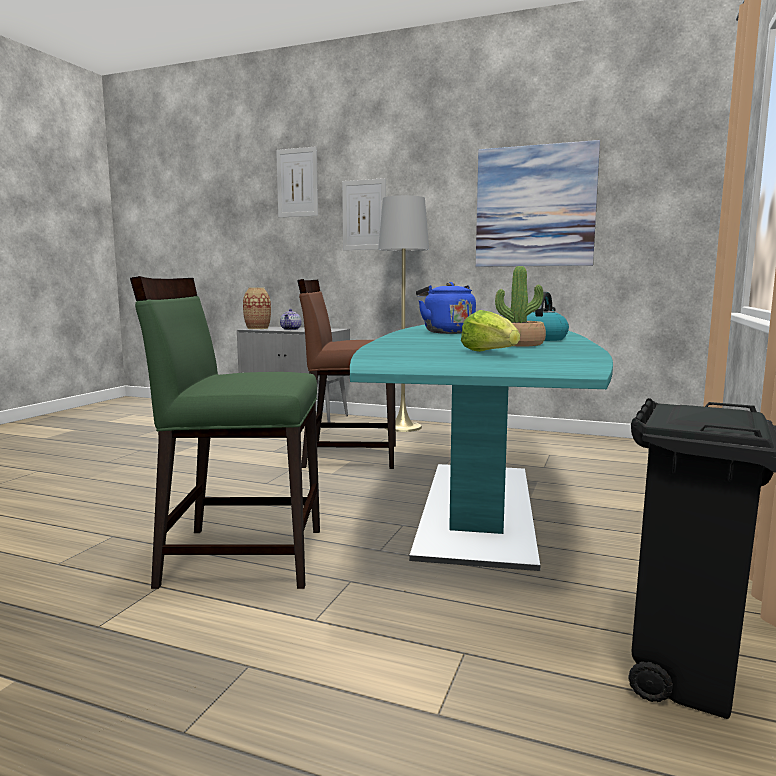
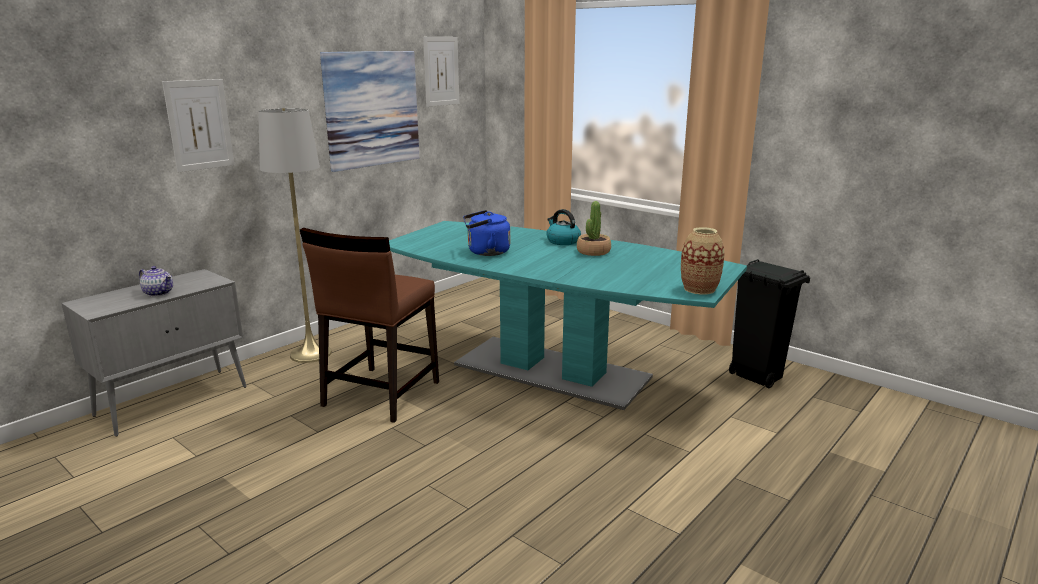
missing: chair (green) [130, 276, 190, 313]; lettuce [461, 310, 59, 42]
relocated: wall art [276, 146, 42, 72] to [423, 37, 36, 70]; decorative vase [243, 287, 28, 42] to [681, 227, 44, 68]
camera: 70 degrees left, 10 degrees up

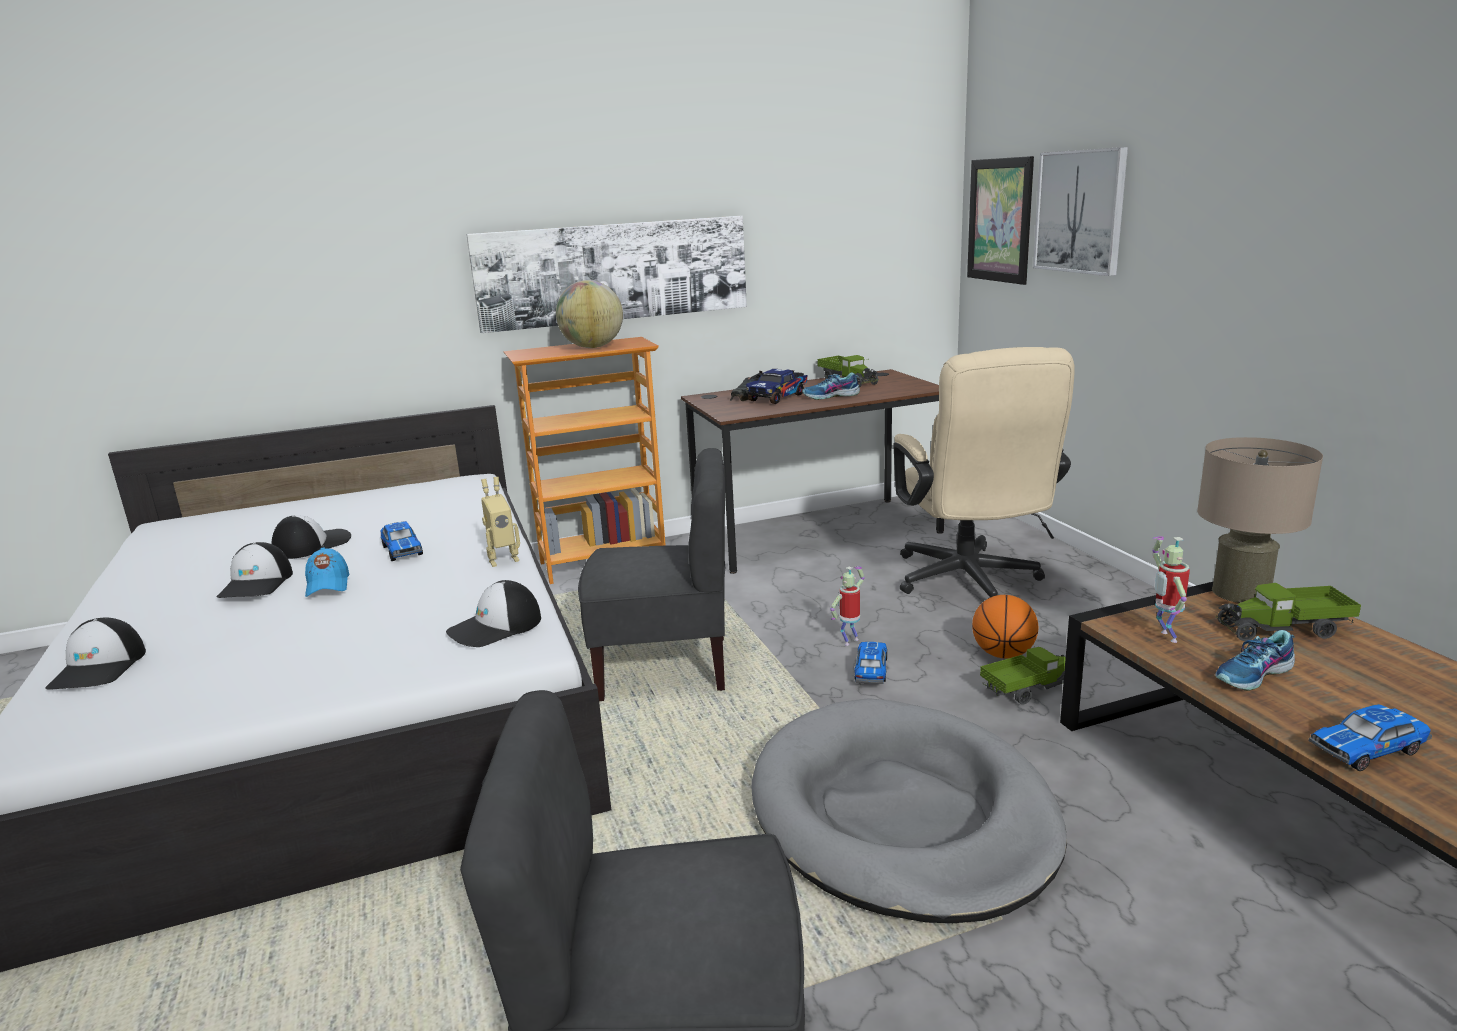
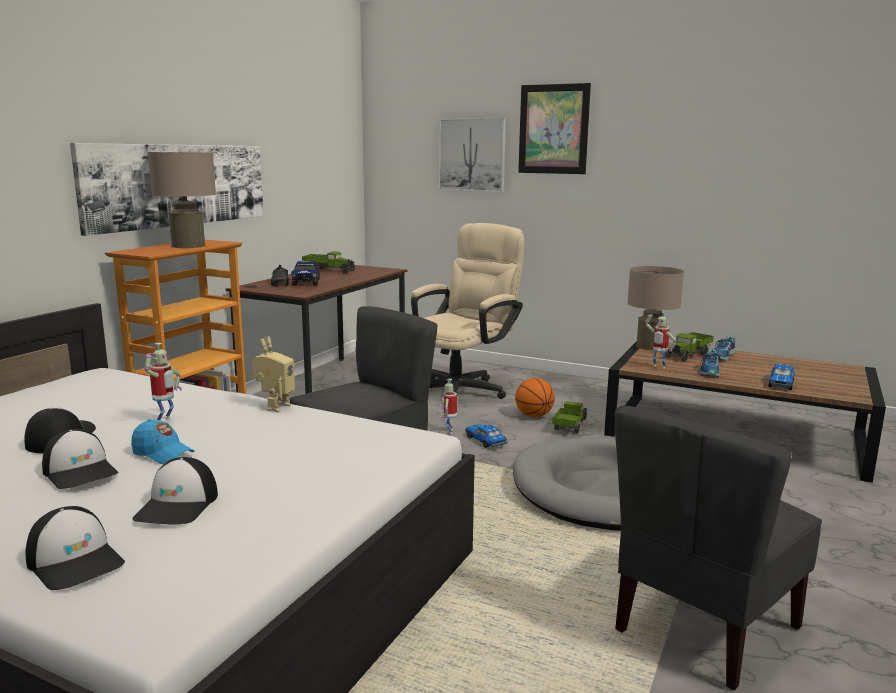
relocated: cap [446, 580, 95, 67] to [133, 457, 85, 68]; wall art [967, 156, 67, 129] to [518, 83, 73, 91]; item of footwear [802, 372, 58, 28] to [715, 336, 21, 25]
exchanged: model car [380, 521, 43, 40] to model robot [144, 343, 38, 77]; desk globe [556, 280, 67, 68] to tabletop lamp (beige) [148, 152, 68, 96]
spun: desk chair (beige) [893, 347, 182, 252] = [411, 223, 114, 176] 90 degrees counterclockwise
camera: 45 degrees left, 5 degrees down

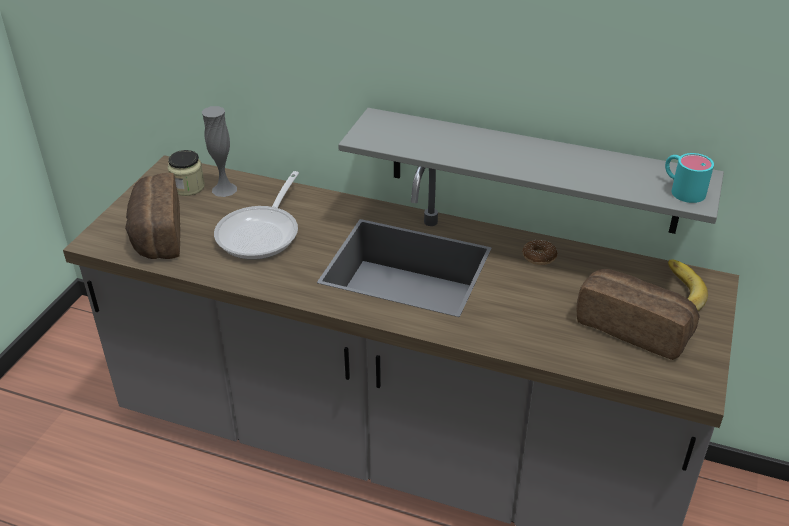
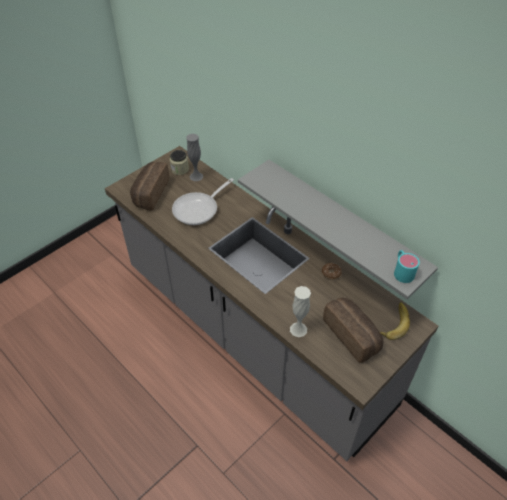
appeared: decorative vase (white-coloured) [290, 286, 21, 51]
camera: 25 degrees right, 10 degrees up

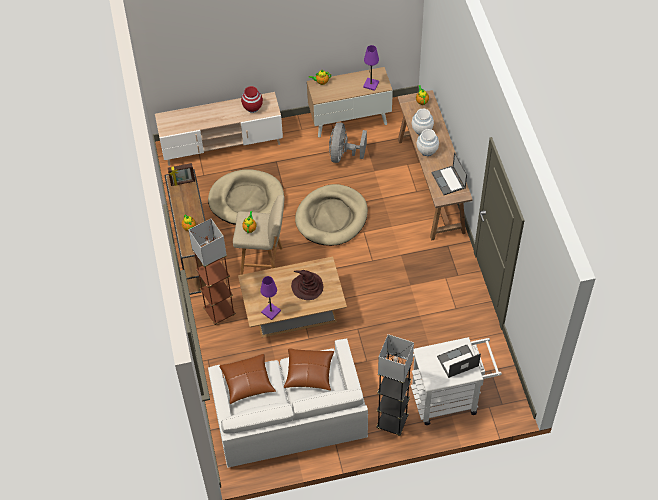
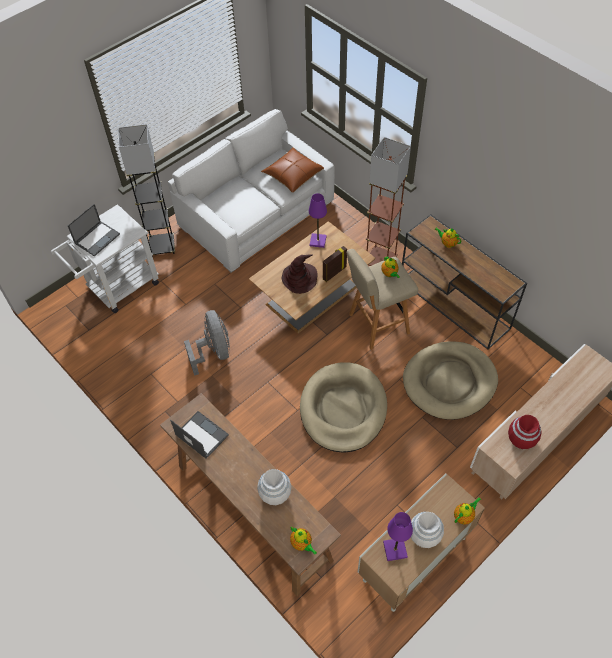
missing: throw pillow (brown) [284, 348, 50, 43]
relocated: electric fan (gray) [329, 122, 38, 41] to [184, 310, 46, 66]; photo frame [168, 163, 27, 23] to [323, 246, 24, 36]; decorative vase (white-coloured) [417, 129, 22, 27] to [411, 512, 33, 36]
camera: 150 degrees right, 0 degrees up

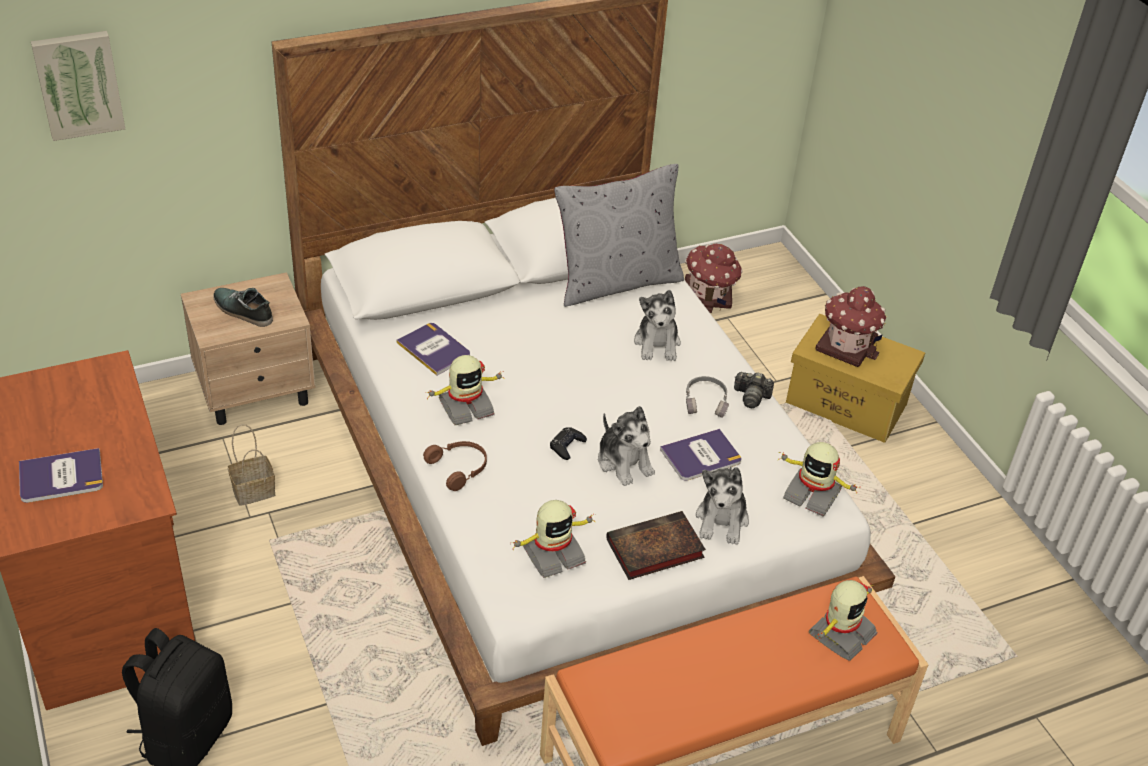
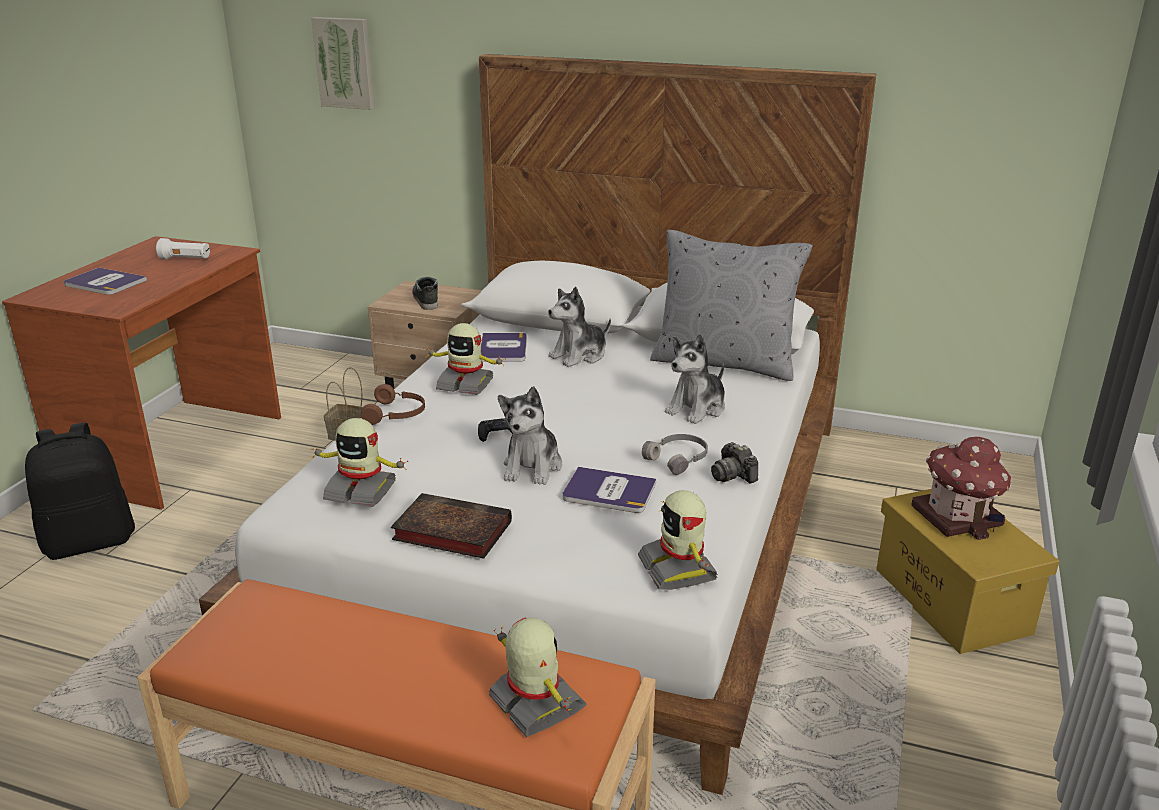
missing: miniature house [685, 244, 58, 69]
appeared: torch (white-coloured) [156, 238, 54, 21]
relocated: cuddly toy [696, 466, 53, 79] to [548, 287, 63, 80]
spun: model robot [809, 580, 68, 81] = [489, 617, 97, 120] 120 degrees counterclockwise
camera: 45 degrees right, 15 degrees down

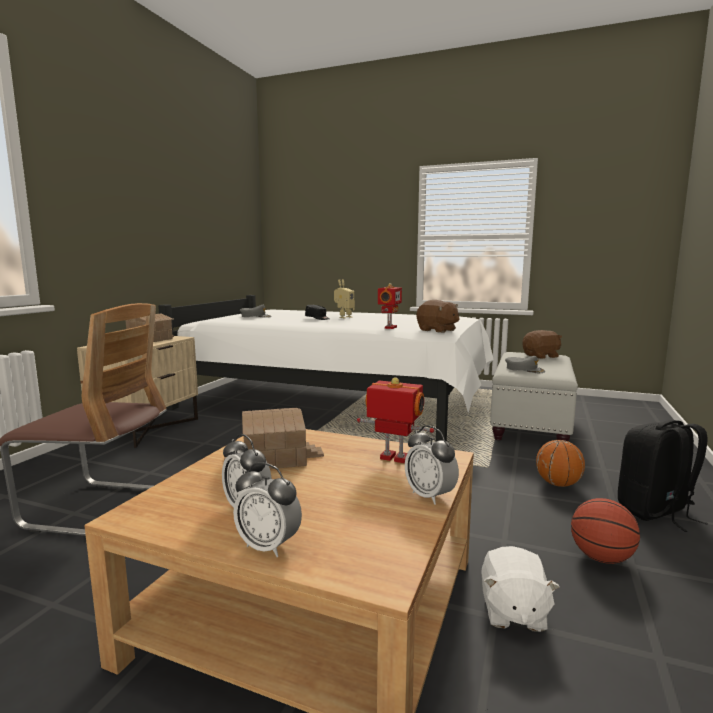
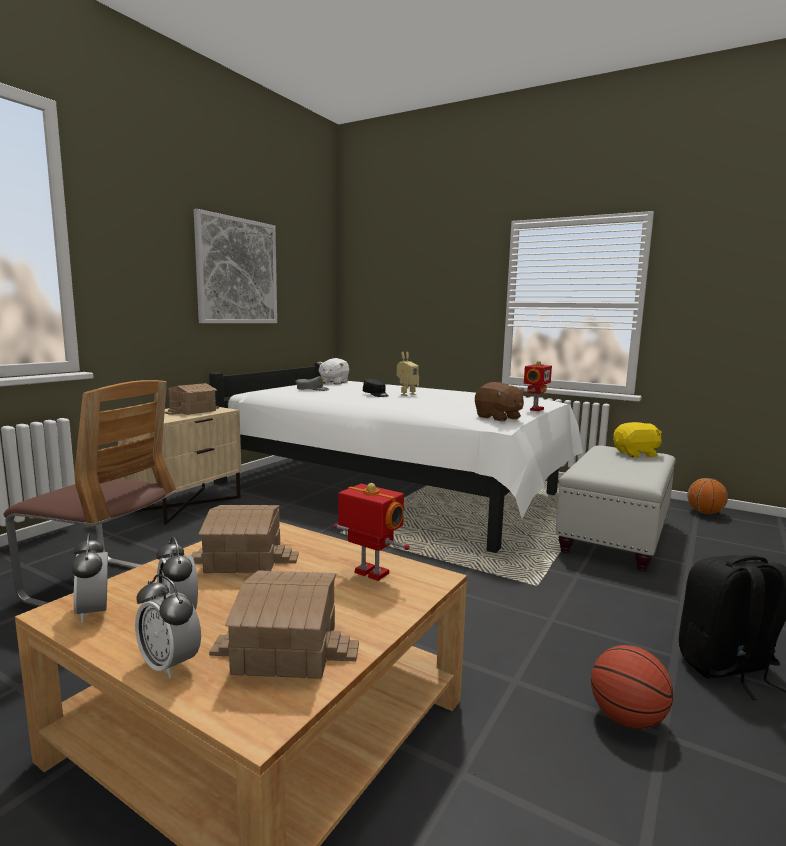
missing: cap (gray) [505, 356, 40, 17]
appeared: wall art [194, 209, 83, 114]; miniature house [209, 570, 150, 109]
relocated: bedside clock [405, 425, 54, 80] to [71, 533, 37, 90]; cuddly toy (white-coloured) [482, 546, 78, 86] to [318, 358, 31, 26]; model robot [378, 283, 24, 46] to [524, 361, 28, 50]; basketball [536, 440, 49, 47] to [687, 478, 41, 36]
colour: cuddly toy (brown) [522, 330, 40, 29] to cuddly toy (yellowish) [613, 422, 49, 35]
camera: 10 degrees right, 0 degrees up

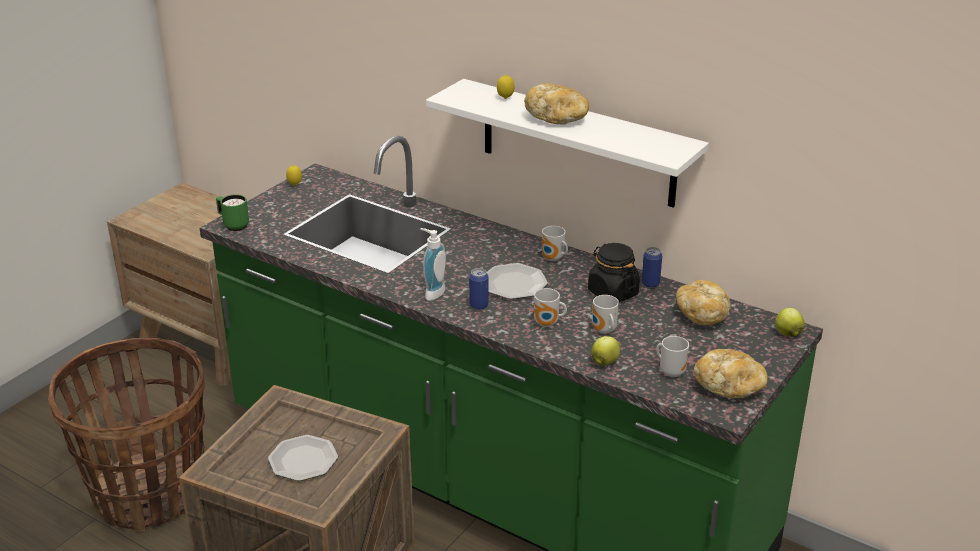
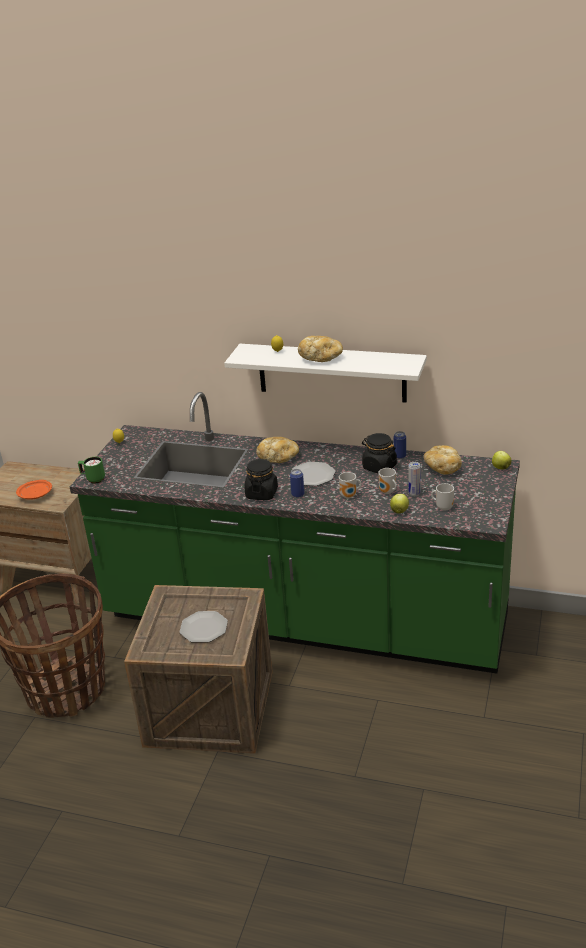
missing: tea mug [542, 226, 26, 35]
appeared: plate (orangey) [16, 480, 36, 20]; can [408, 462, 12, 34]
relocated: bread [694, 349, 74, 49] to [256, 437, 43, 26]
exchanged: liquid soap bottle [420, 228, 26, 73] to preserve jar (black-coloured) [244, 459, 34, 41]
camera: 15 degrees left, 0 degrees up

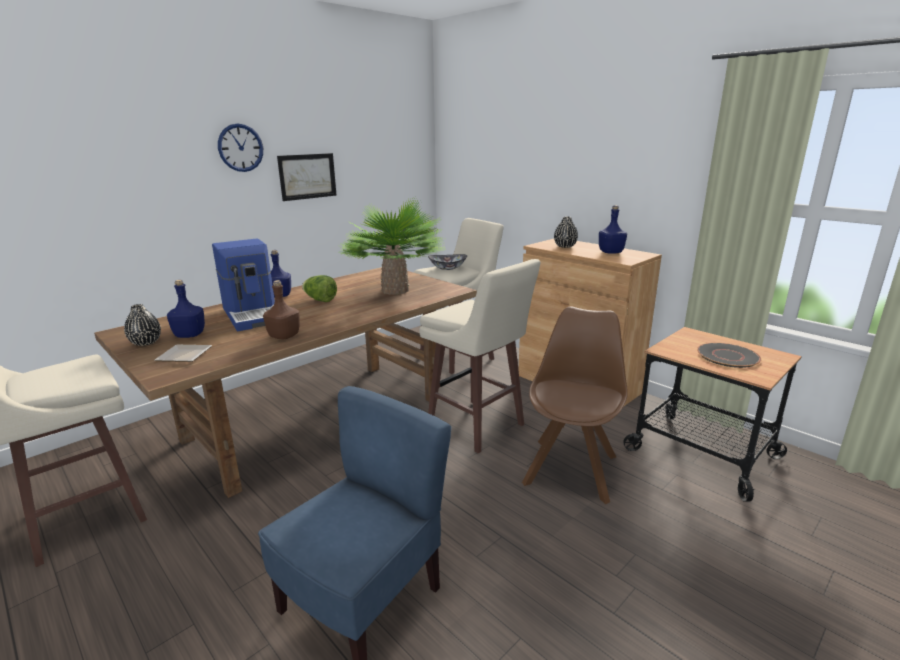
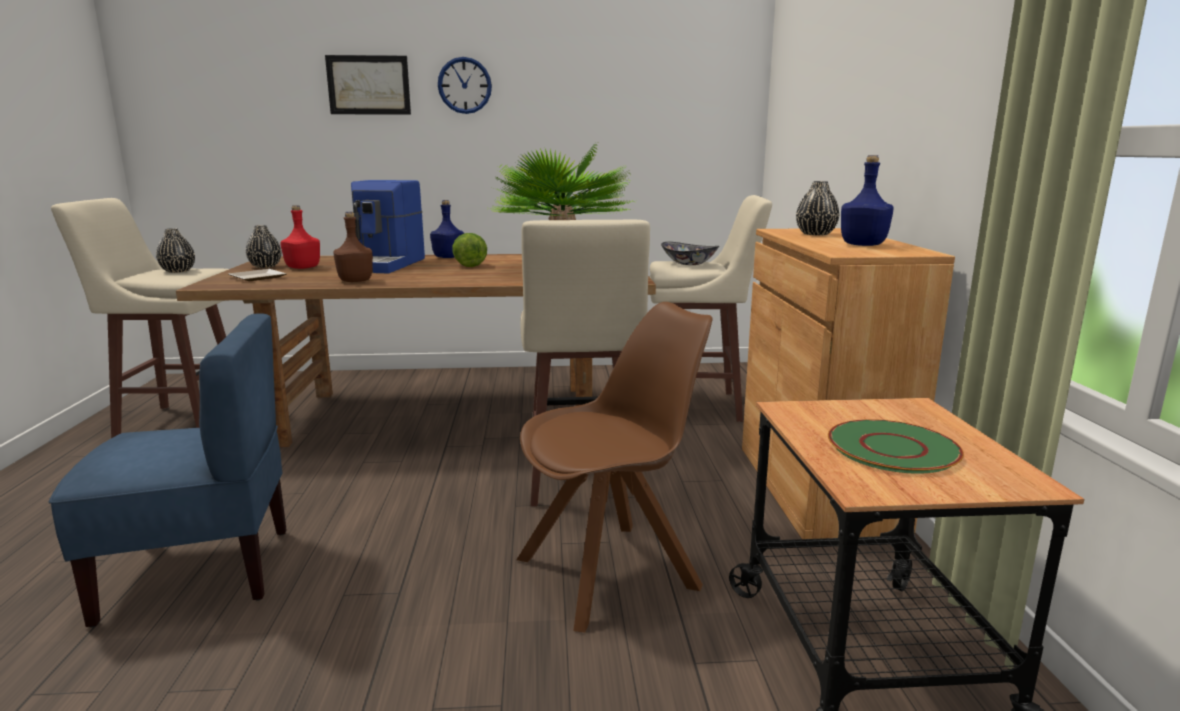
appeared: decorative vase (black-coloured) [156, 228, 39, 45]
relocated: wall art [277, 153, 60, 48] to [325, 55, 86, 60]
colour: bottle (bluish) [167, 280, 38, 58] to bottle (red-coloured) [280, 205, 40, 64]; plate (black-coloured) [697, 343, 64, 25] to plate (green) [828, 419, 136, 55]
camera: 40 degrees right, 5 degrees down

